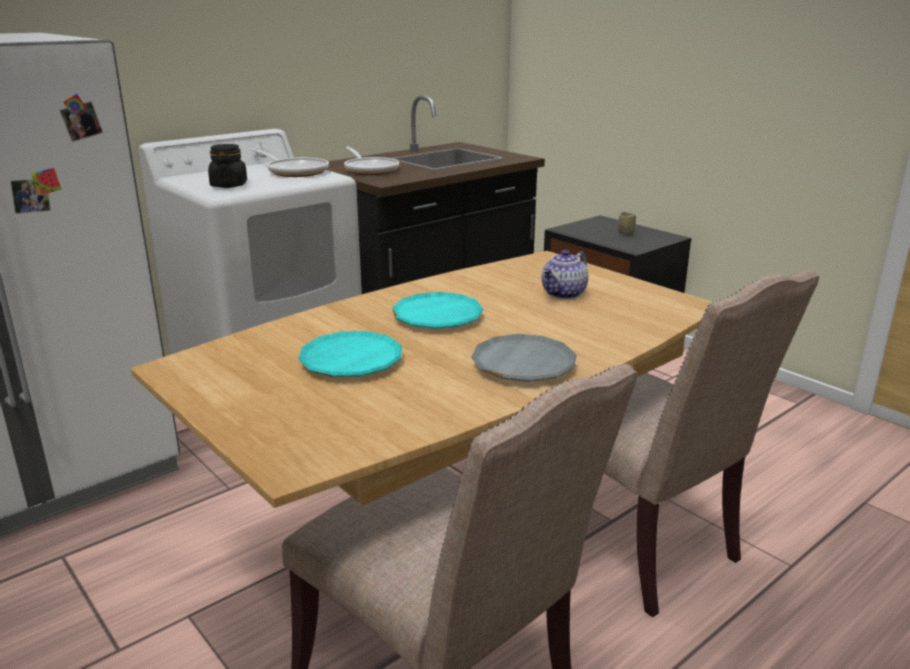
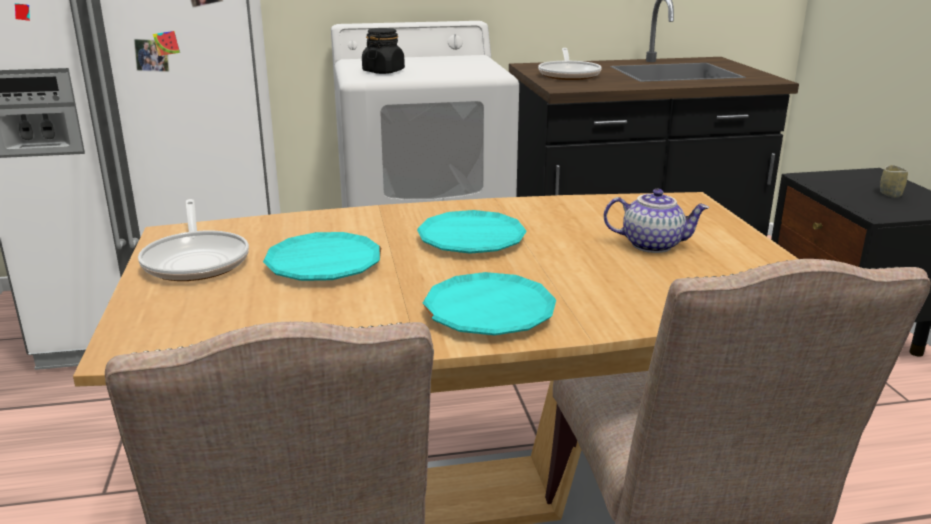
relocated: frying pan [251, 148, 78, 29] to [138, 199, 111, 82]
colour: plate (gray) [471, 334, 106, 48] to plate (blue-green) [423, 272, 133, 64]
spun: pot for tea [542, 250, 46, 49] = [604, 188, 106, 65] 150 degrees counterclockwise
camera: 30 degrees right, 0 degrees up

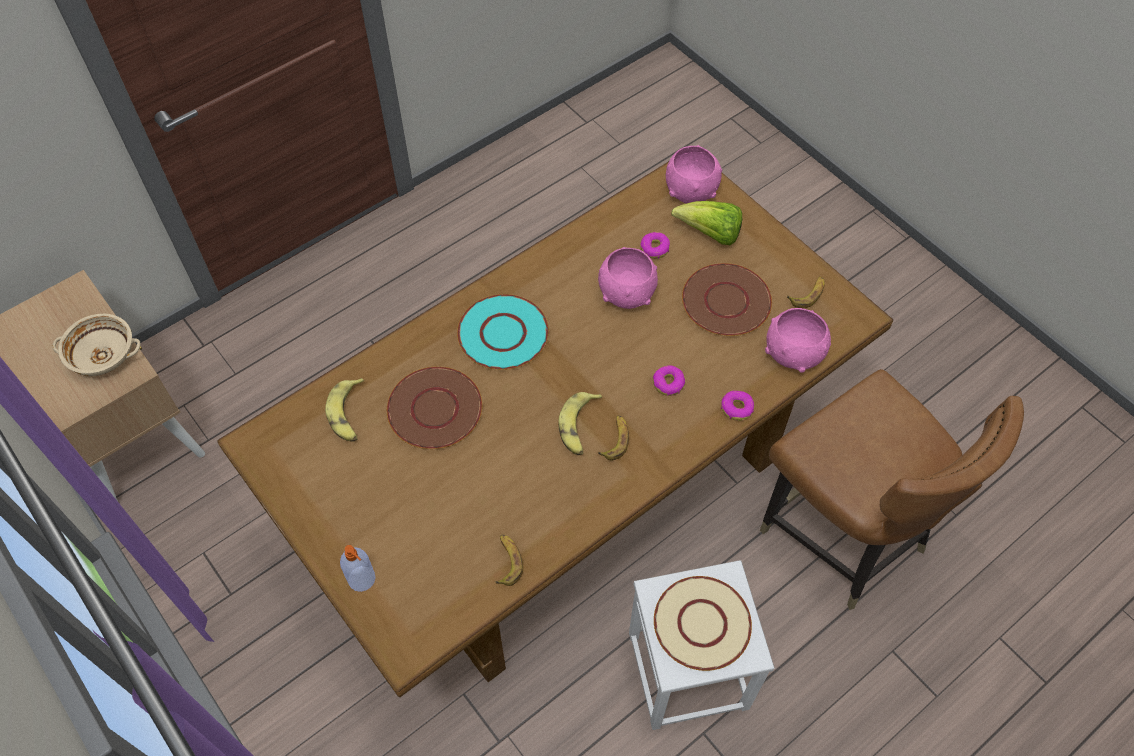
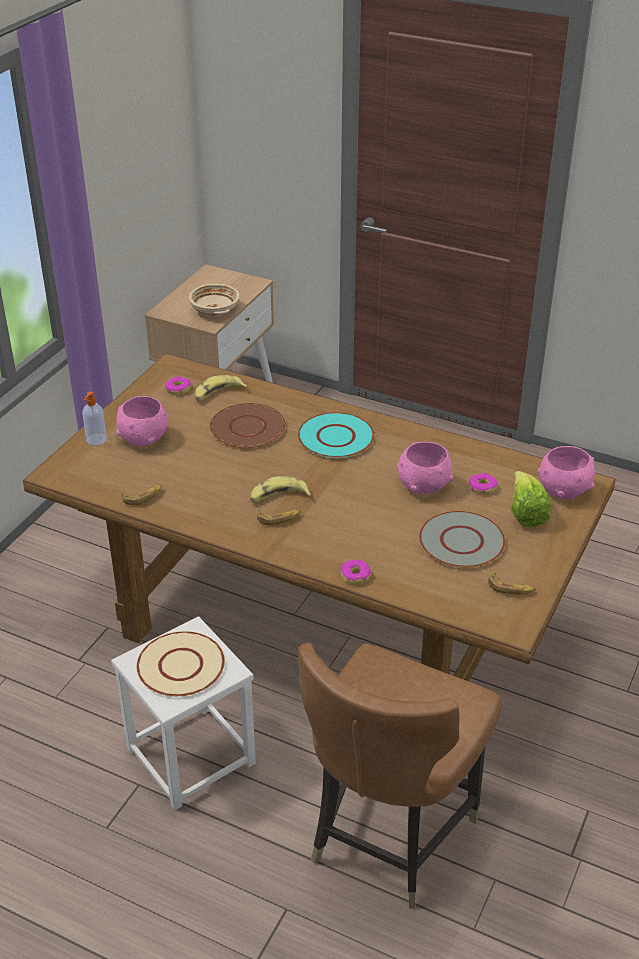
relocated: bowl (pink-coloured) [765, 308, 66, 65] to [116, 396, 52, 50]; doughnut [653, 365, 32, 31] to [165, 377, 26, 18]
colour: plate (brown) [682, 263, 90, 73] to plate (gray) [419, 511, 86, 57]
camera: 65 degrees right, 20 degrees down

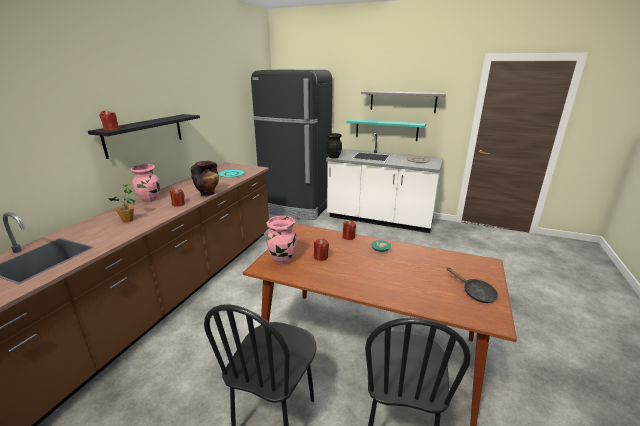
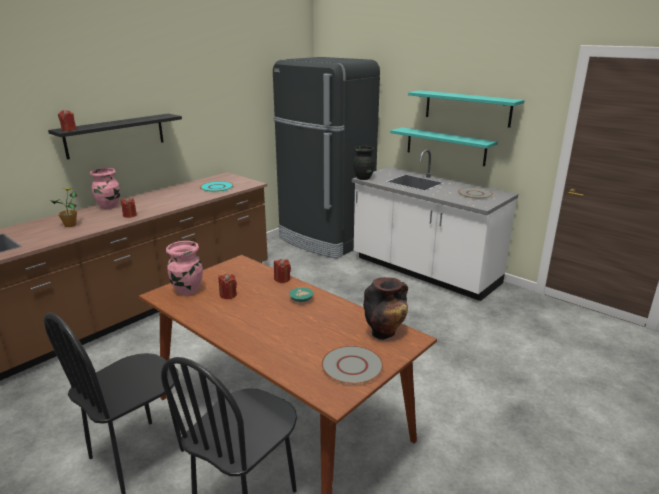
relocated: decorative vase [191, 161, 28, 36] to [363, 277, 45, 63]
exchanged: frying pan (black-coloured) [447, 267, 51, 36] to plate (gray) [321, 346, 63, 39]
colour: shelf (gray) [361, 91, 85, 22] to shelf (blue-green) [408, 90, 117, 38]
camera: 20 degrees right, 0 degrees up

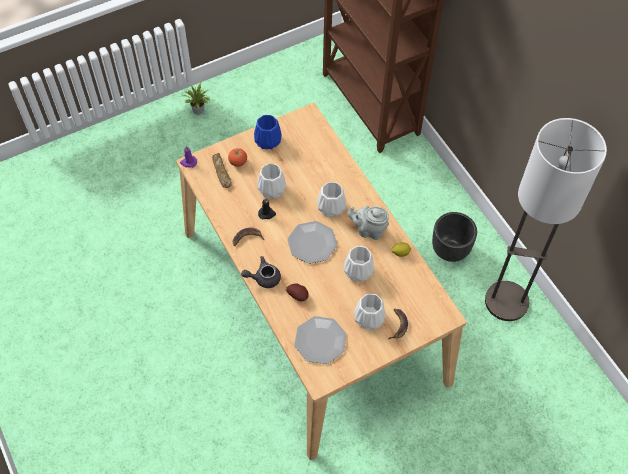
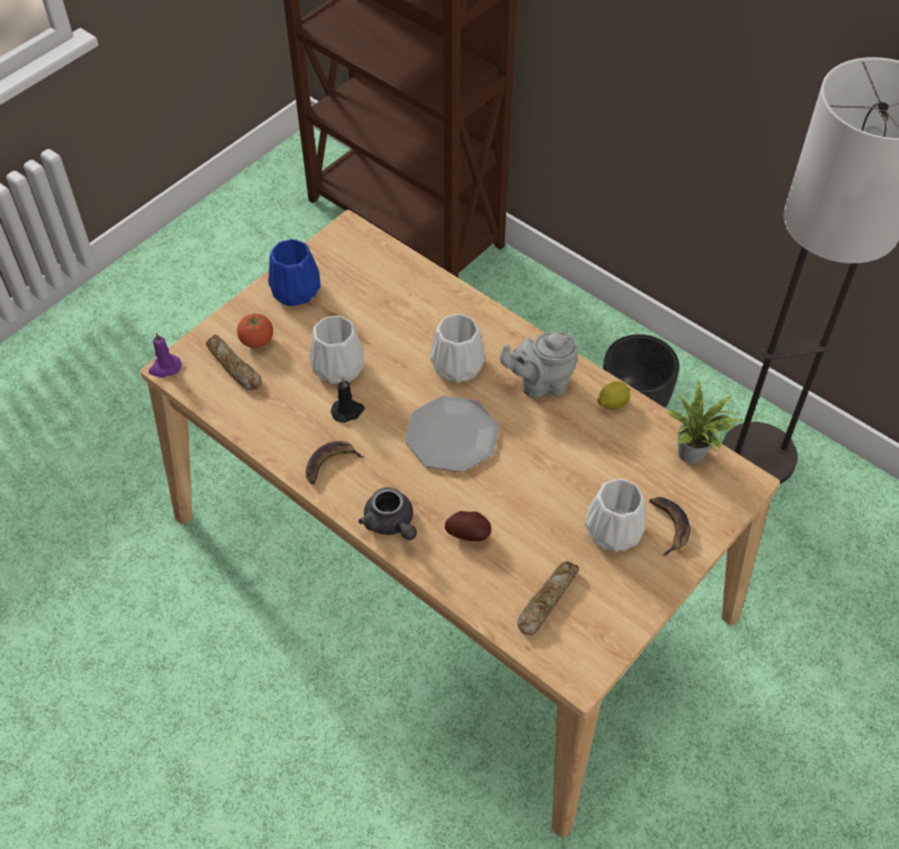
missing: decorative vase (white-coloured) [344, 246, 30, 36]
relocated: plant in a pot [180, 82, 31, 33] to [668, 380, 77, 84]
exchanged: plate [294, 316, 53, 48] to bread [517, 561, 62, 74]
spun: pot for tea (gray) [241, 256, 40, 32] = [358, 487, 59, 53] 90 degrees counterclockwise
camera: 20 degrees left, 5 degrees down

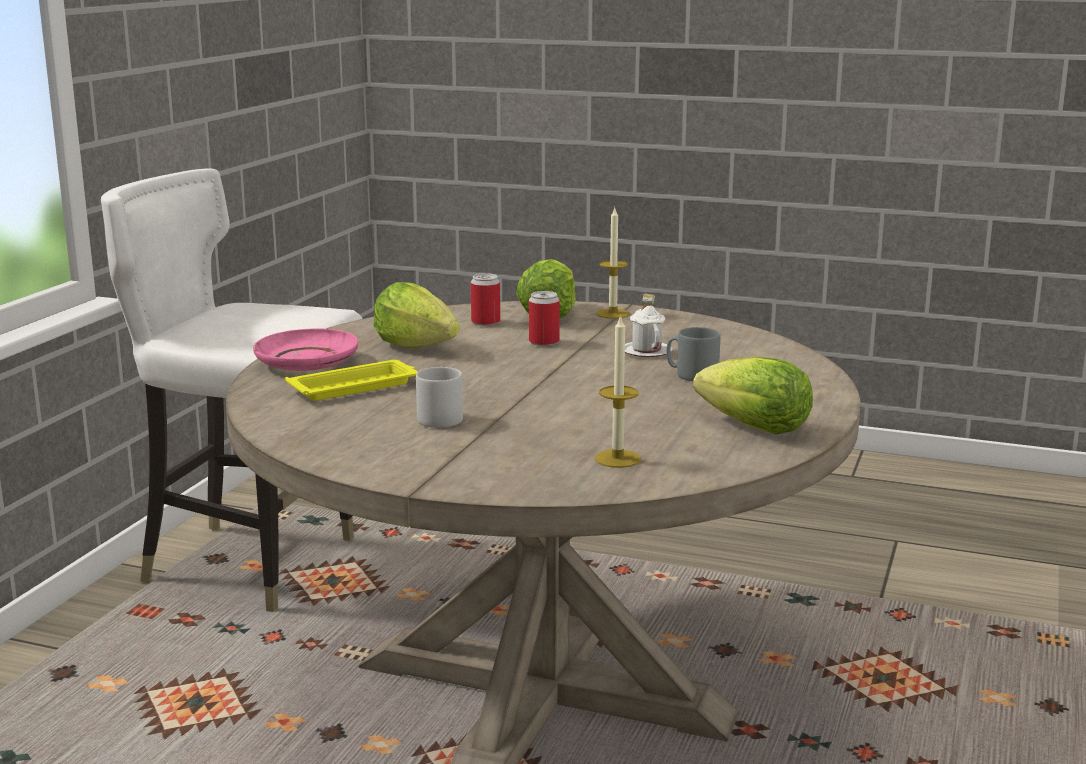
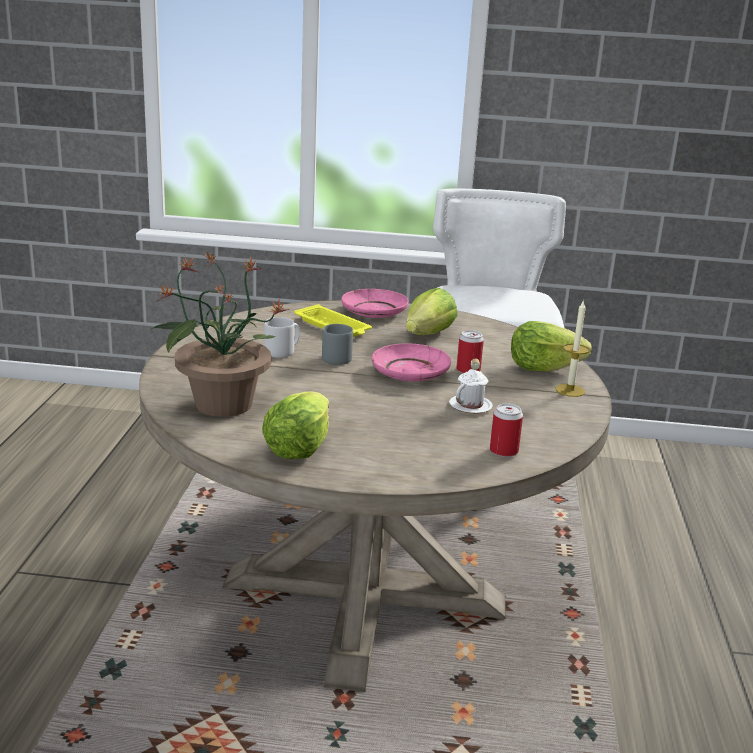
appeared: plate (pink-coloured) [372, 344, 79, 37]
relocated: tea mug (gray) [666, 327, 54, 54] to [322, 324, 31, 41]; can [471, 273, 29, 53] to [490, 403, 33, 54]
exchanged: candle [595, 314, 46, 154] to plant in a pot [150, 250, 139, 167]
camera: 75 degrees right, 5 degrees up

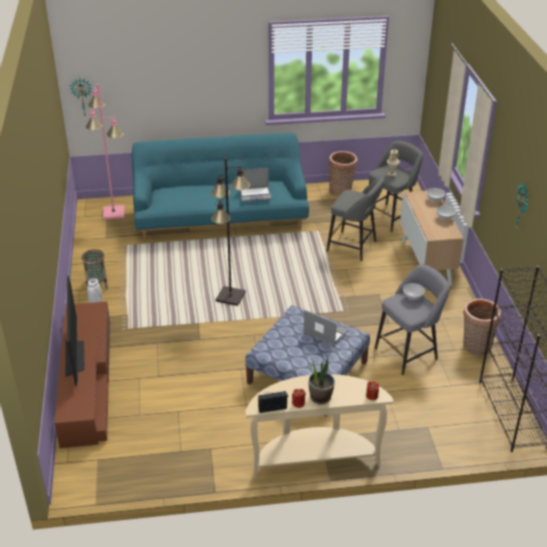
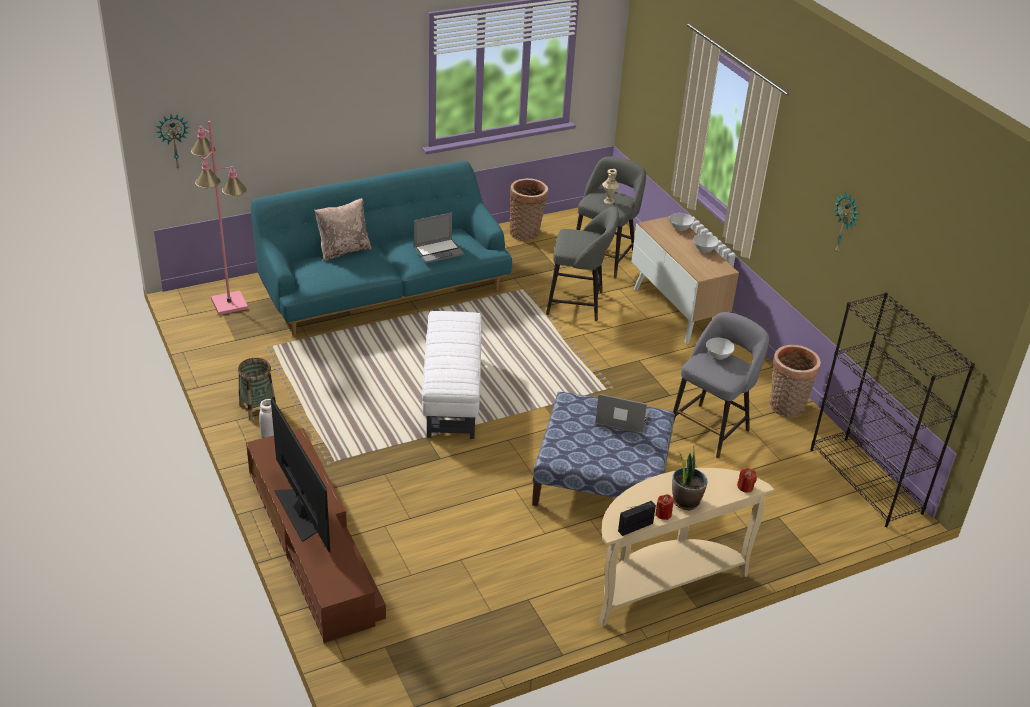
appeared: throw pillow (beige) [315, 198, 57, 63]
exchanged: standing lamp (black-coloured) [211, 158, 39, 148] to pouffe (white-coloured) [422, 311, 60, 128]
camera: 20 degrees left, 0 degrees up

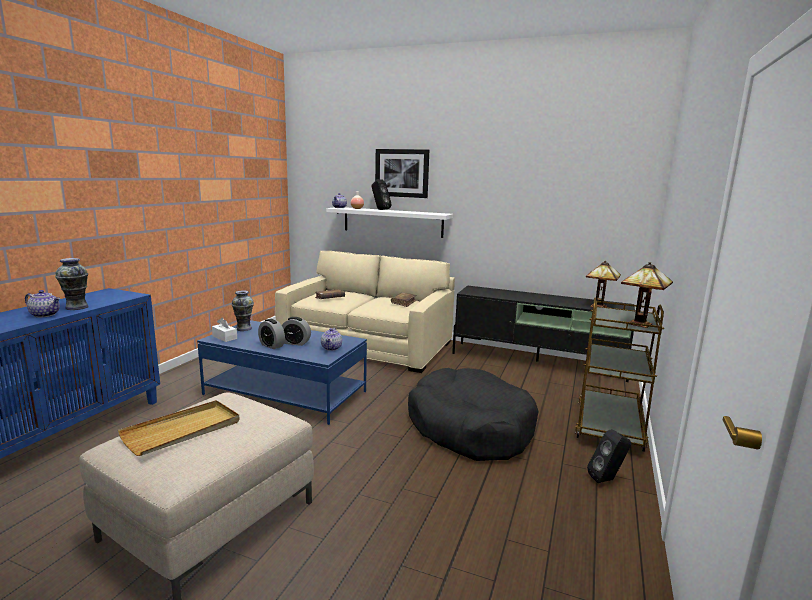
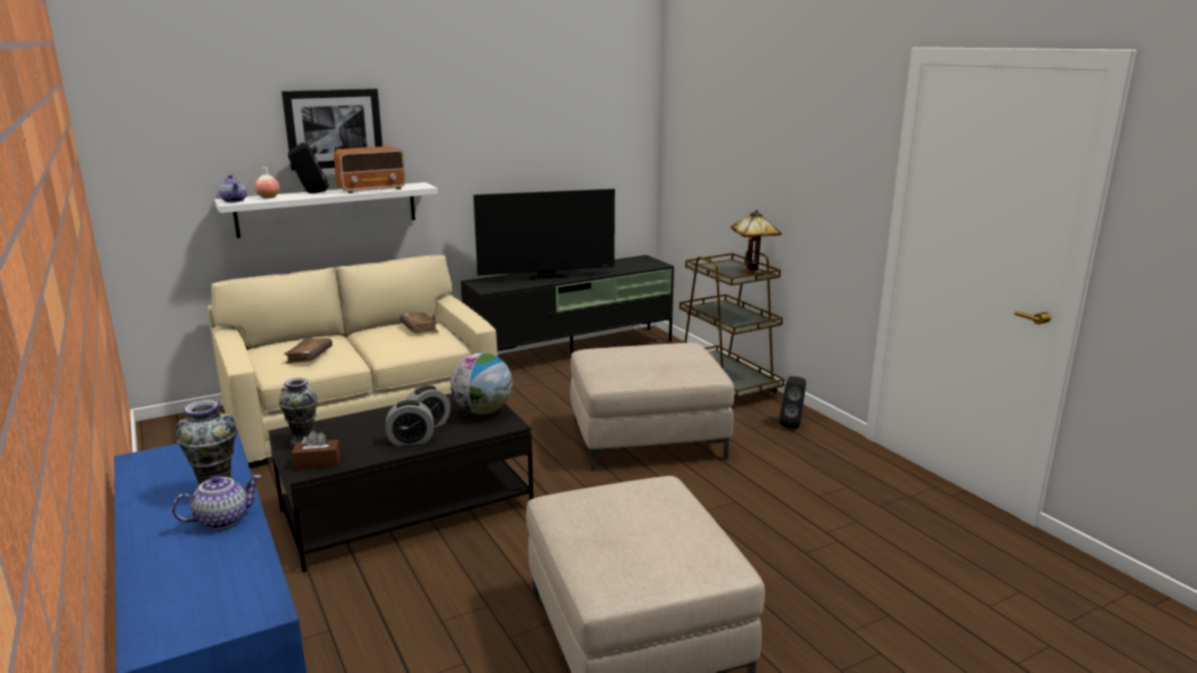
missing: serving tray (beige) [118, 400, 122, 56]; tabletop lamp [586, 261, 35, 46]
appeared: radio receiver [334, 146, 72, 47]; TV [473, 189, 142, 92]
exchanged: pot for tea [321, 328, 21, 23] to desk globe [451, 353, 62, 61]; pet bed (black-coloured) [408, 368, 131, 93] to pouffe (beige) [570, 343, 164, 128]
colour: lounge table (bluish) [197, 320, 170, 105] to lounge table (black-coloured) [268, 393, 265, 179]; tissue box (white-coloured) [212, 318, 25, 24] to tissue box (brown) [292, 431, 49, 39]
camera: 50 degrees left, 5 degrees up

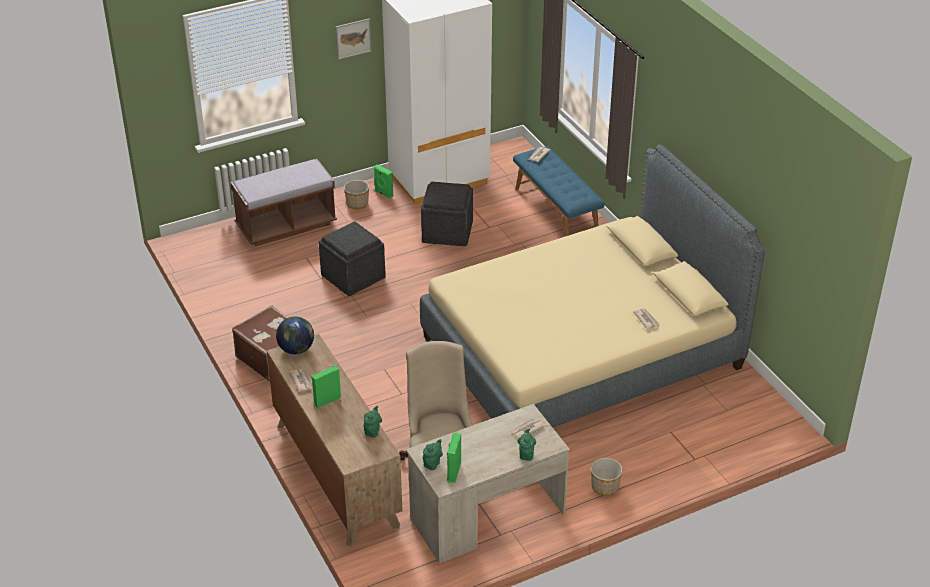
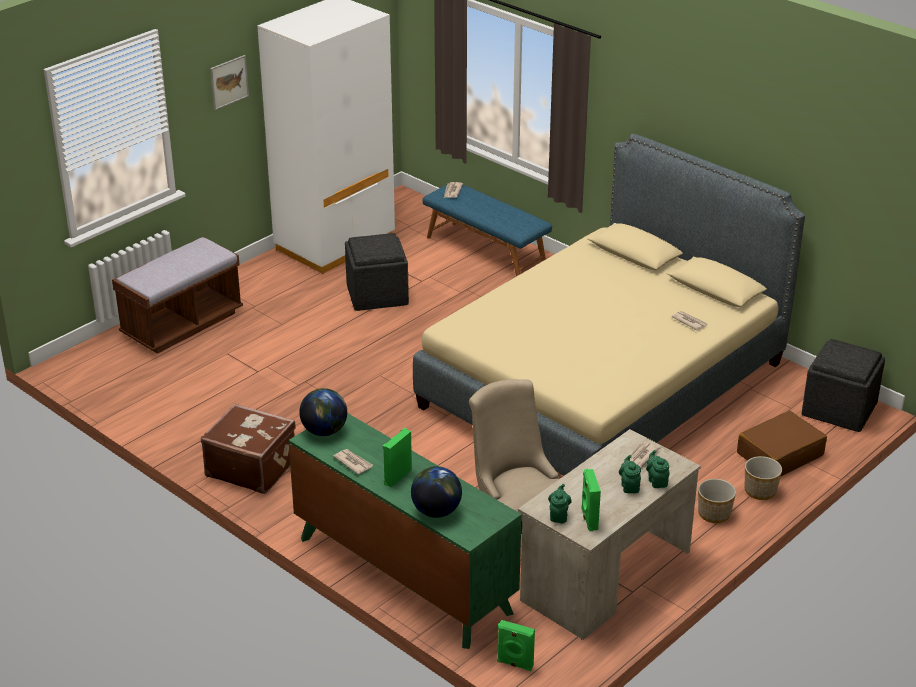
appeared: desk globe [411, 466, 51, 52]; suitcase (brown) [737, 411, 90, 65]
relocated: loudspeaker (green) [374, 164, 19, 35] to [497, 620, 38, 51]; pot for tea (green) [363, 406, 19, 32] to [619, 455, 22, 38]; flower pot [344, 180, 25, 29] to [745, 456, 37, 44]; pouffe (gray) [319, 221, 67, 75] to [801, 339, 84, 93]
colour: chest of drawers (brown) [267, 334, 135, 213] to chest of drawers (green) [288, 413, 234, 236]
camera: 20 degrees left, 5 degrees down

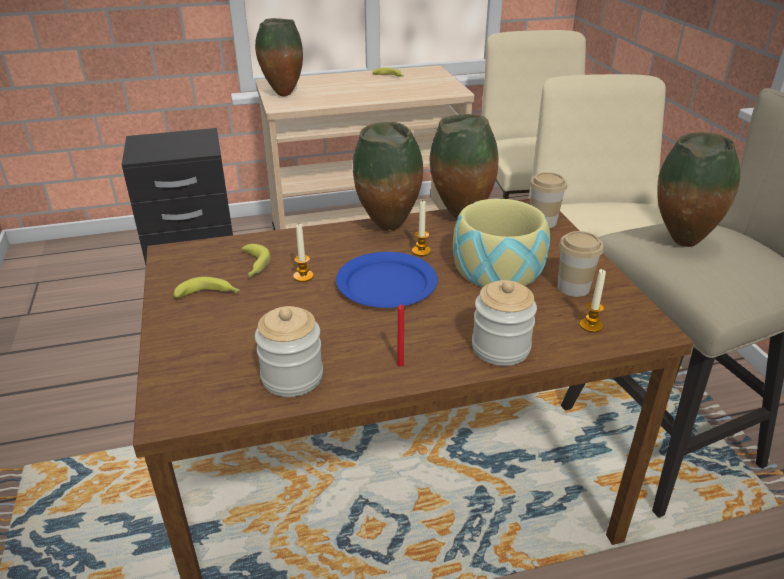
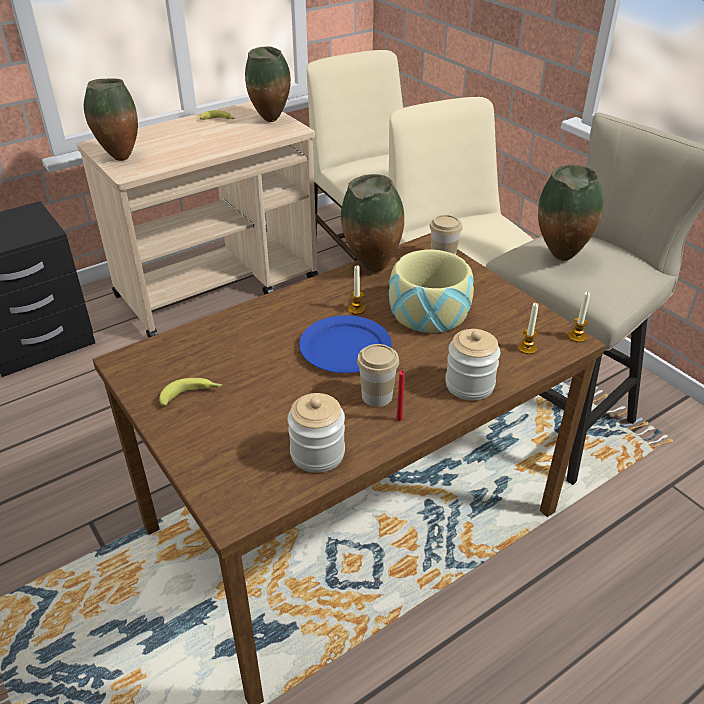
missing: whole banana [242, 244, 29, 33]
relocated: decorative vase [353, 122, 70, 109] to [245, 46, 46, 76]; drinking cup [558, 231, 46, 66] to [357, 344, 42, 63]; candle [293, 224, 21, 58] to [568, 292, 22, 51]
camera: 20 degrees left, 5 degrees up

